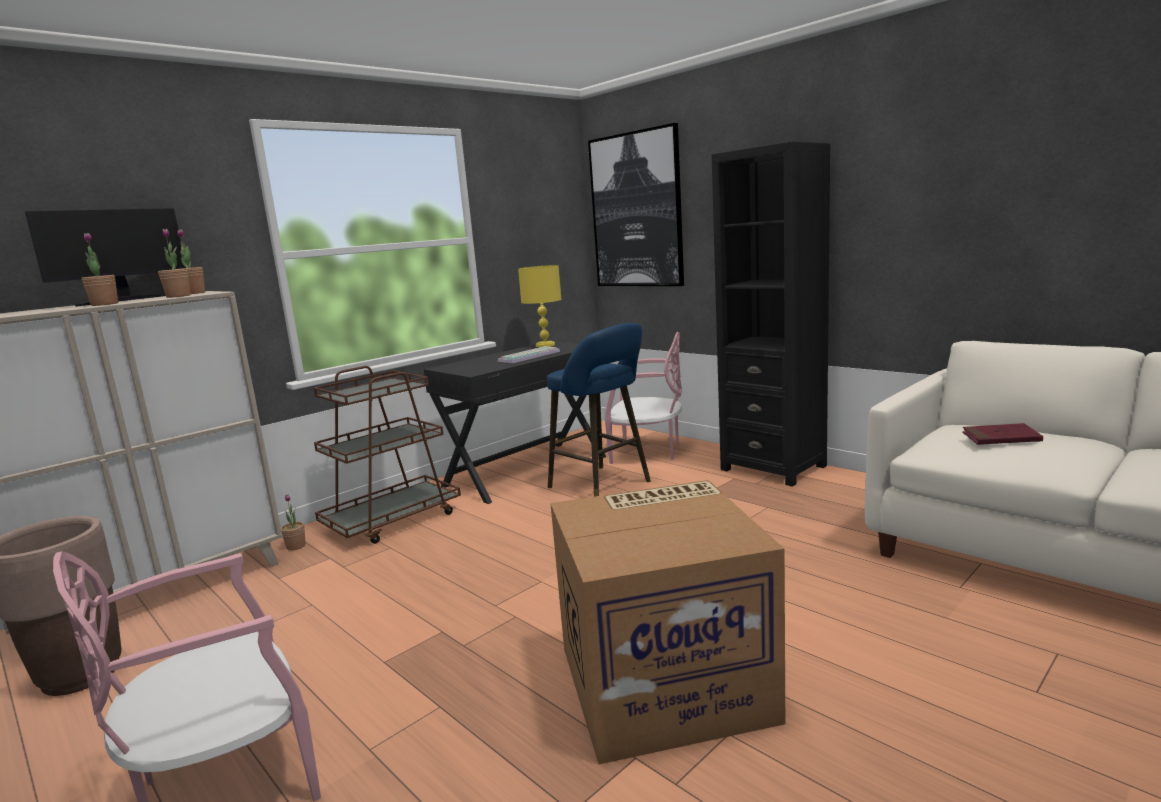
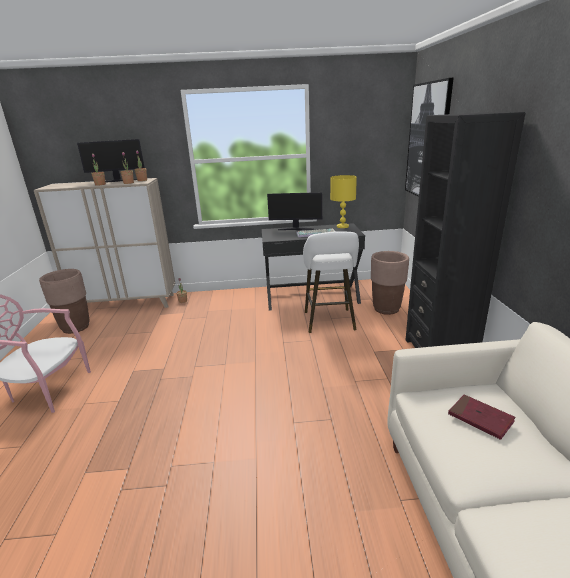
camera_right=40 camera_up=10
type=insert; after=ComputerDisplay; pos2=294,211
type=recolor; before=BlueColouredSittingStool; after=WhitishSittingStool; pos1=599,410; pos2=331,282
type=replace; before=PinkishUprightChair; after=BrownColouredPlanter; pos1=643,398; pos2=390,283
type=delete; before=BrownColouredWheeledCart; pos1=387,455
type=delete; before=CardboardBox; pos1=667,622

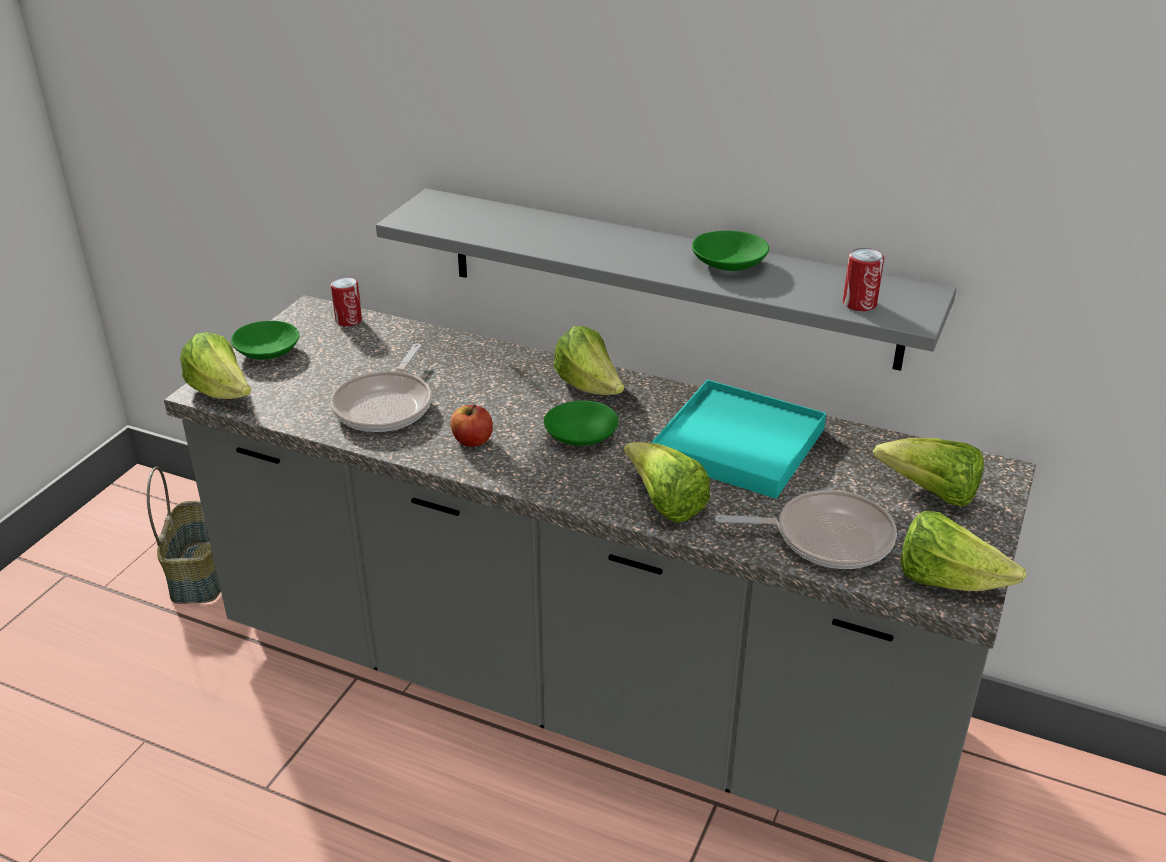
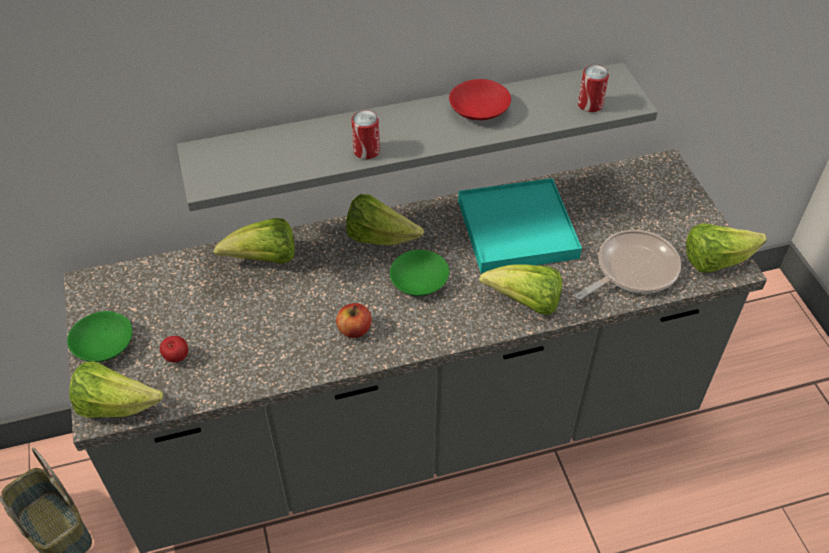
camera_right=-40 camera_up=15
type=insert; after=AppleFruit; pos2=174,349
type=move; before=Lettuce; pos1=928,472; pos2=254,241
type=move; before=MetalCan; pos1=346,302; pos2=365,134
type=recolor; before=GreenColouredDeepDish; after=RedDeepDish; pos1=730,251; pos2=480,99
type=delete; before=Pan; pos1=381,388

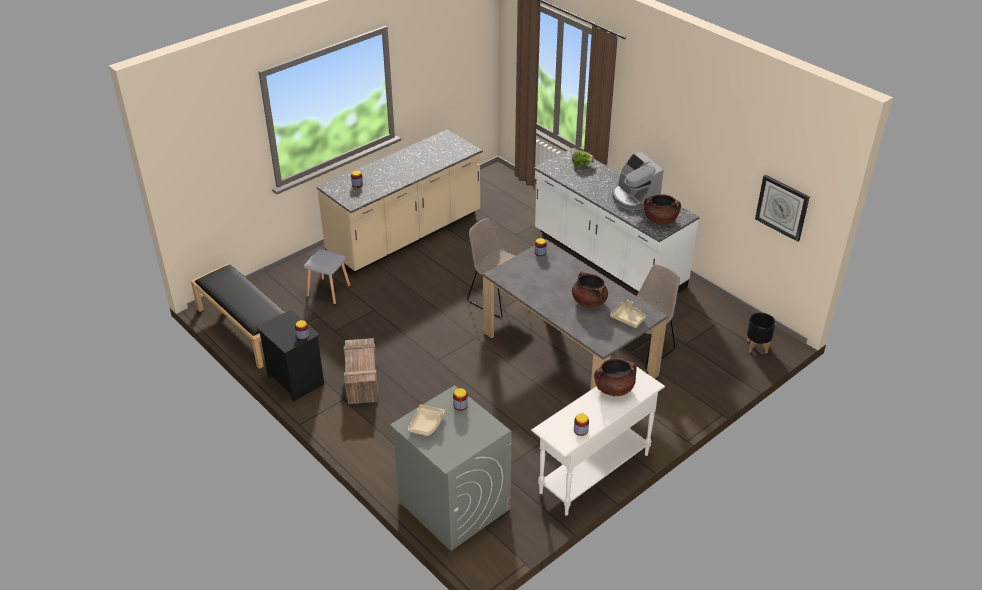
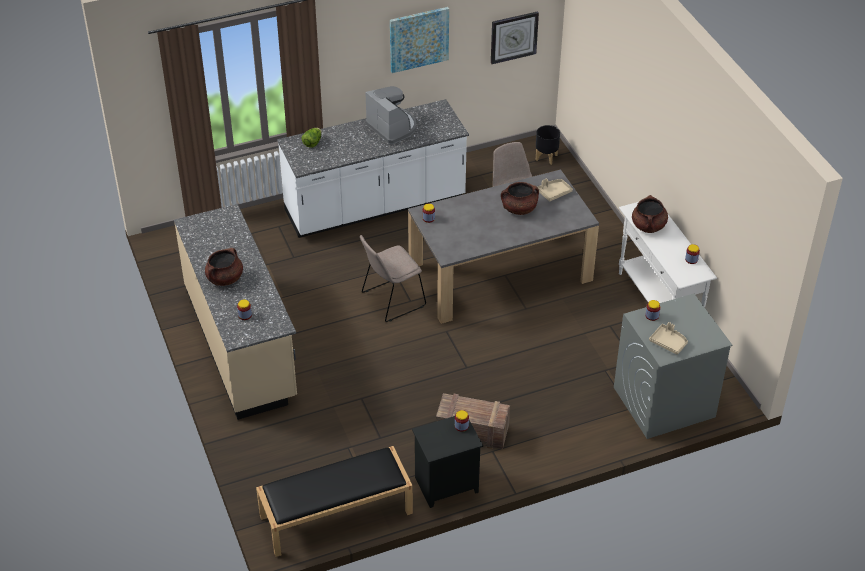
camera_right=-70 camera_up=5
type=move; before=BrownColouredStockpot; pos1=662,209; pos2=224,267
type=rotate; before=CoffeeMaker; pos1=637,181; pos2=391,115; turn=-120
type=insert; after=Picture; pos2=419,40
type=delete; before=GraySittingStool; pos1=327,277

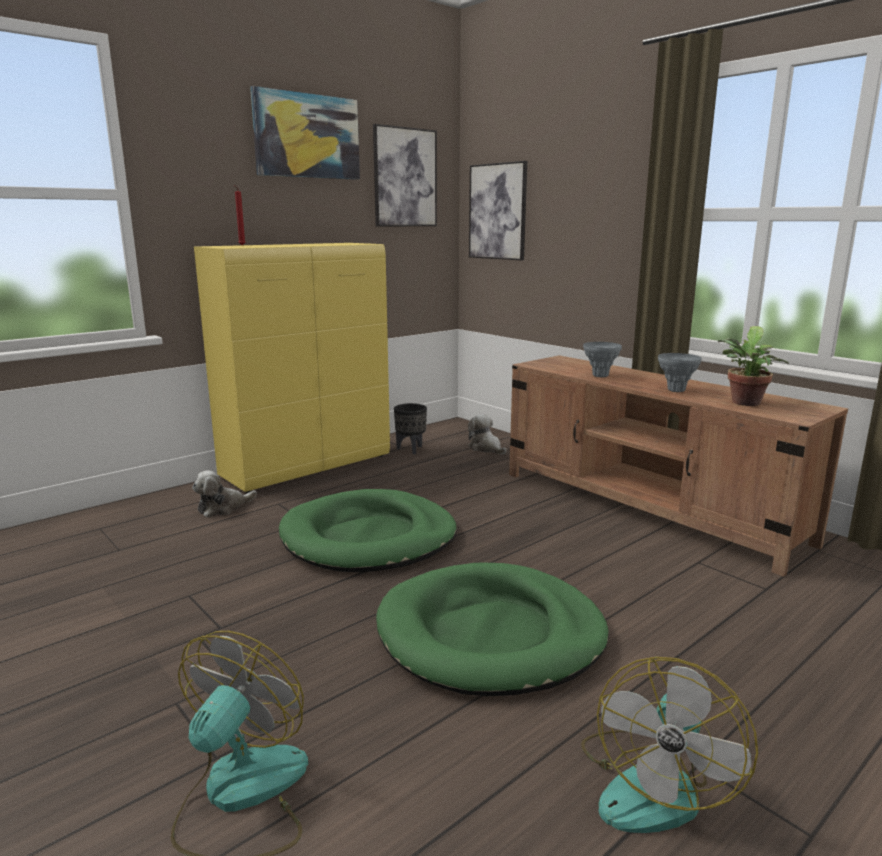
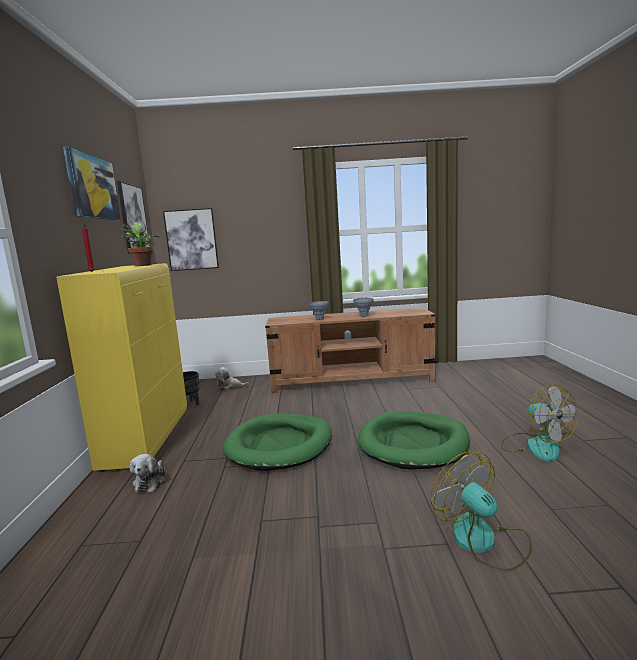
camera_right=-50 camera_up=-5
type=move; before=PottedPlant; pos1=753,366; pos2=139,244

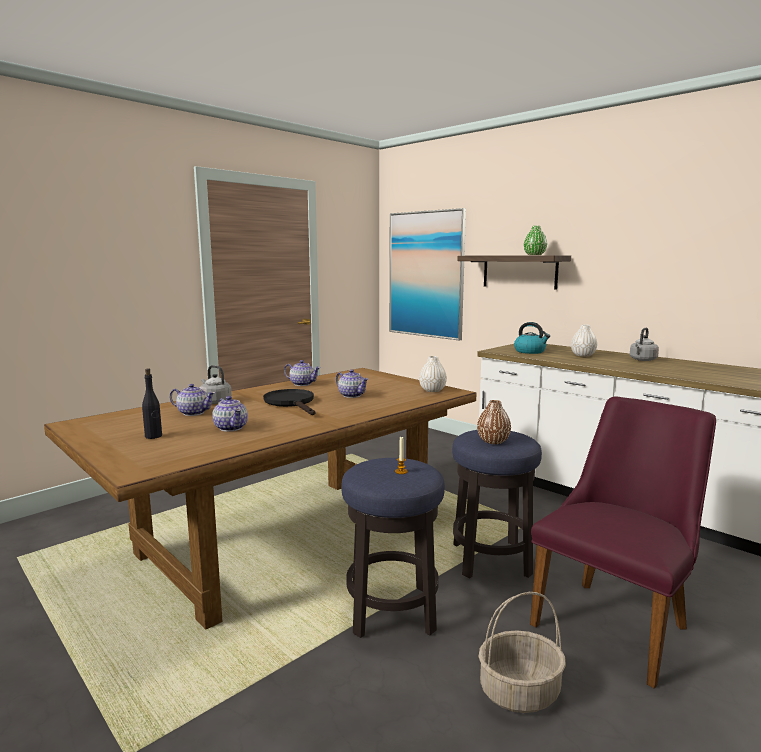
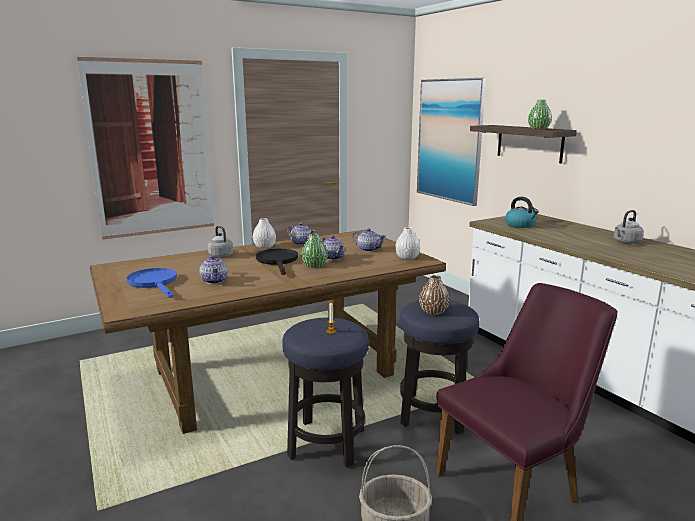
camera_right=15 camera_up=5
type=insert; after=Picture; pos2=145,148
type=replace; before=BlackishBottle; after=BlueColouredPan; pos1=152,403; pos2=151,283
type=move; before=WhitishVase; pos1=584,340; pos2=264,233
type=insert; after=GreenColouredVase; pos2=314,250
type=move; before=TeaPot; pos1=192,400; pos2=369,240

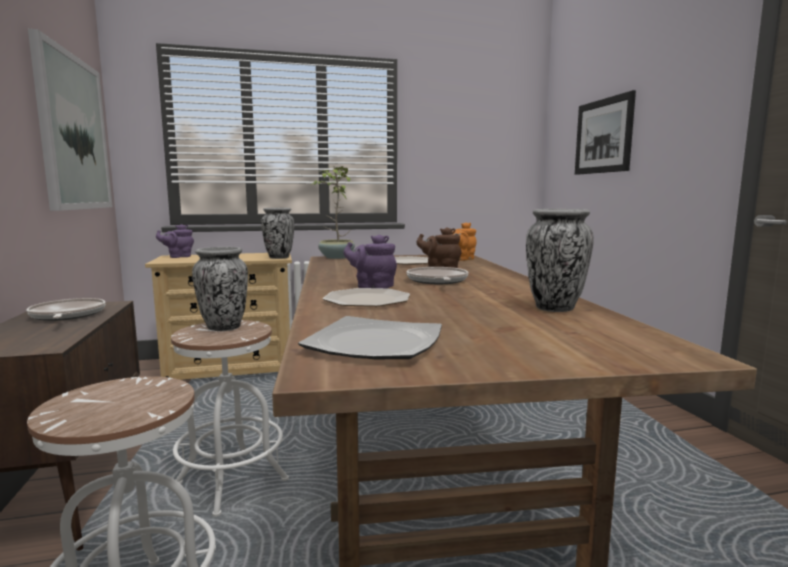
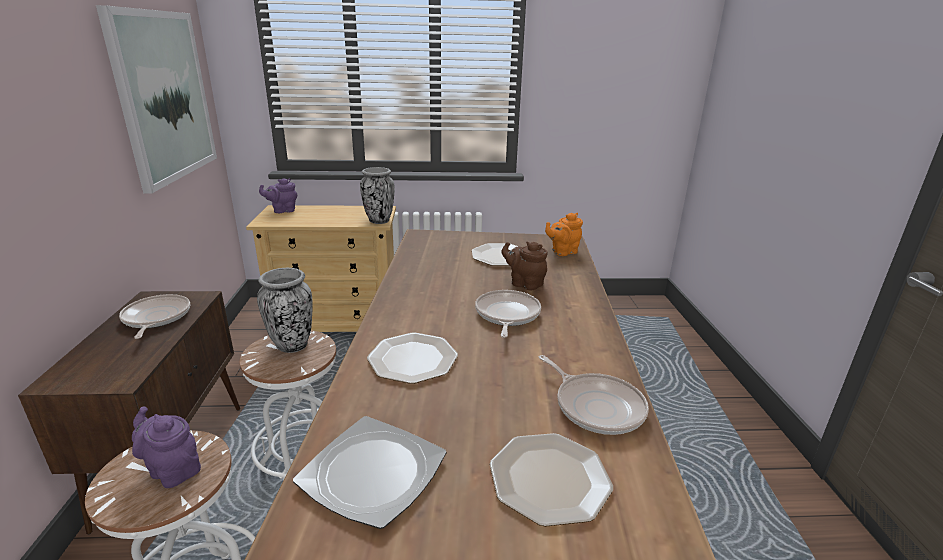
camera_right=10 camera_up=15
type=move; before=PurpleColouredTeaPot; pos1=370,261; pos2=166,447
type=insert; after=FlatDish; pos2=551,480
type=replace; before=Vase; after=Pan; pos1=560,260; pos2=594,395
type=delete; before=PottedPlant; pos1=333,212
type=delete; before=Picture; pos1=605,132

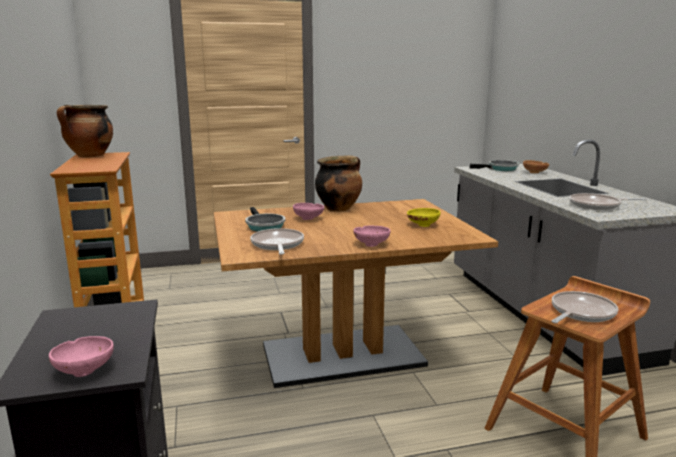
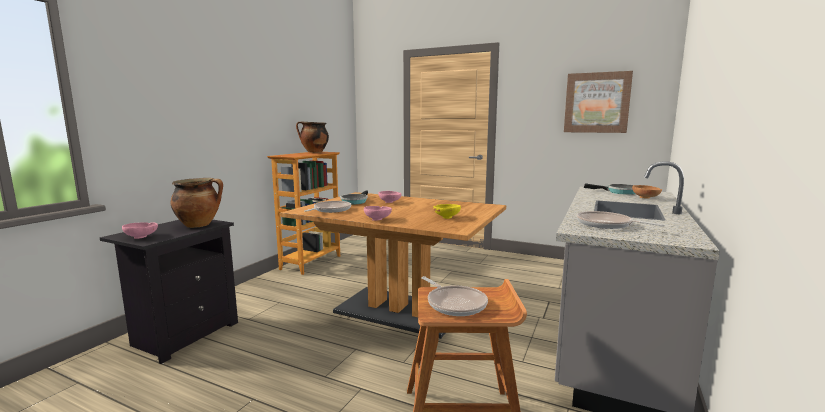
camera_right=40 camera_up=-5
type=move; before=Stockpot; pos1=338,183; pos2=196,203
type=rotate; before=Pan; pos1=584,307; pos2=454,296; turn=60
type=insert; after=Picture; pos2=598,102

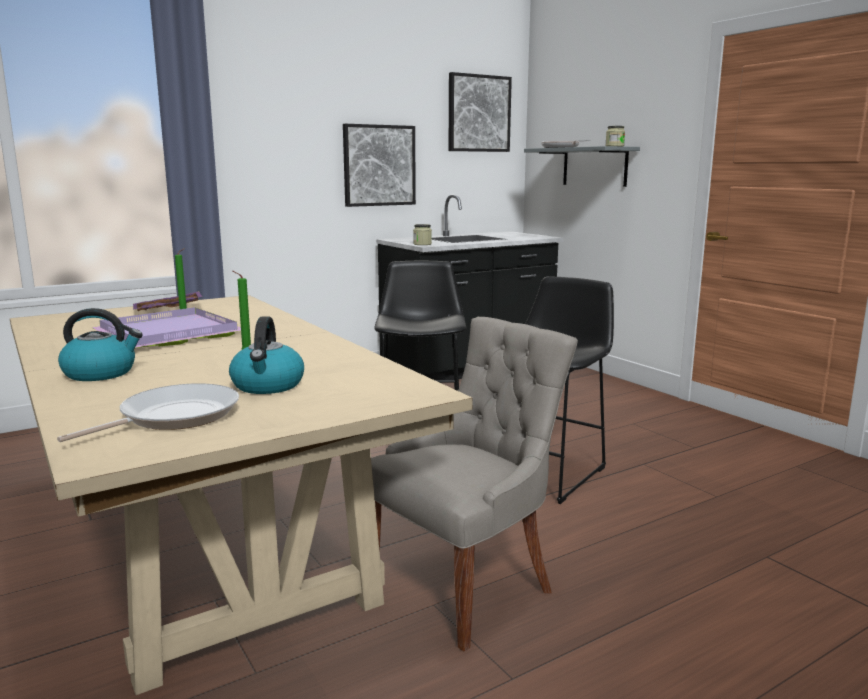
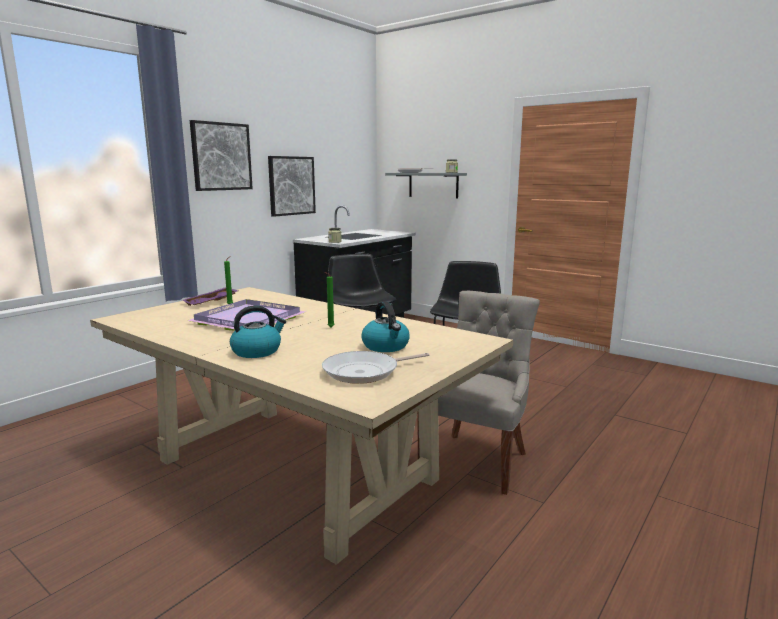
camera_right=-20 camera_up=0
type=move; before=Picture; pos1=480,112; pos2=221,155
type=rotate; before=Pan; pos1=148,412; pos2=375,367; turn=-135

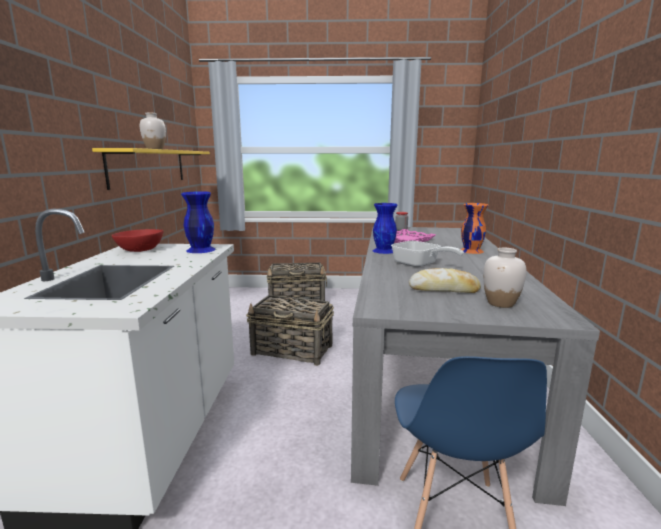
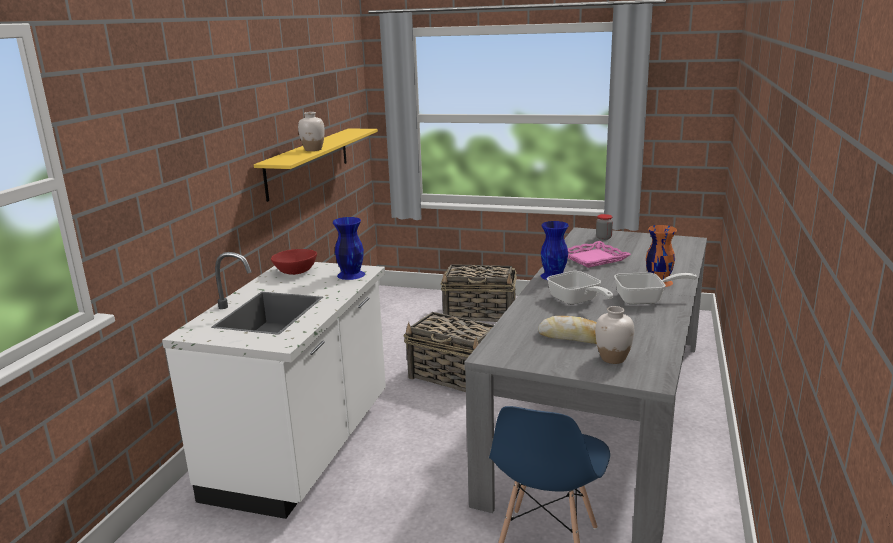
camera_right=15 camera_up=5
type=insert; after=Pan; pos2=655,288

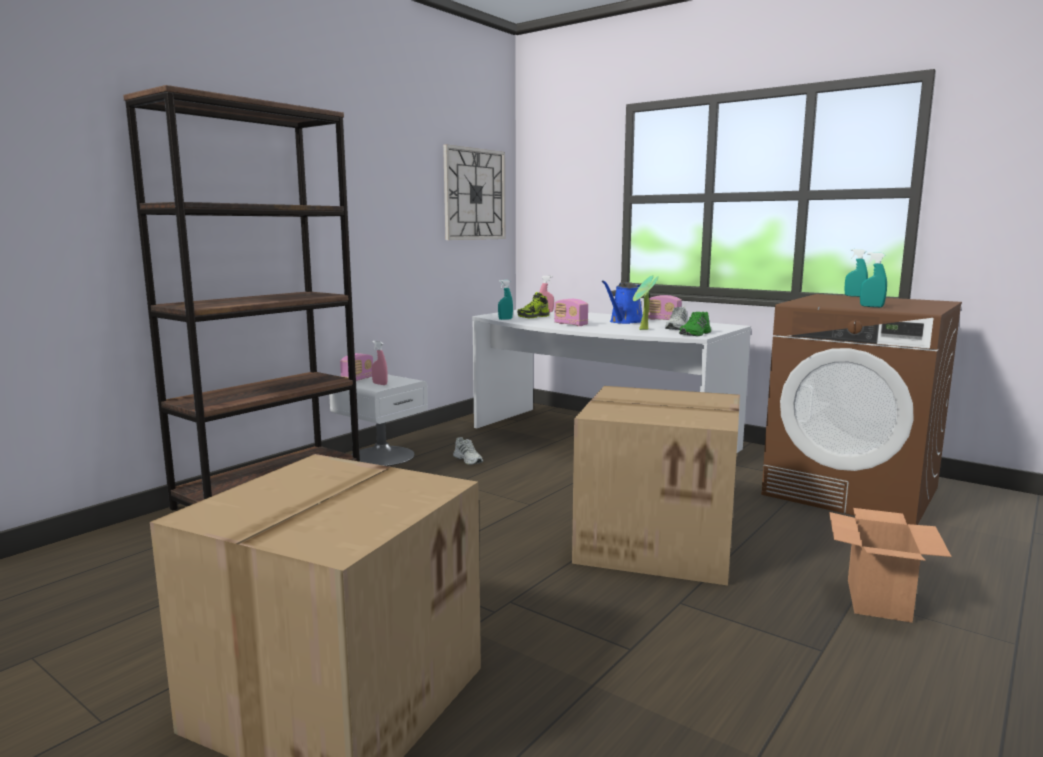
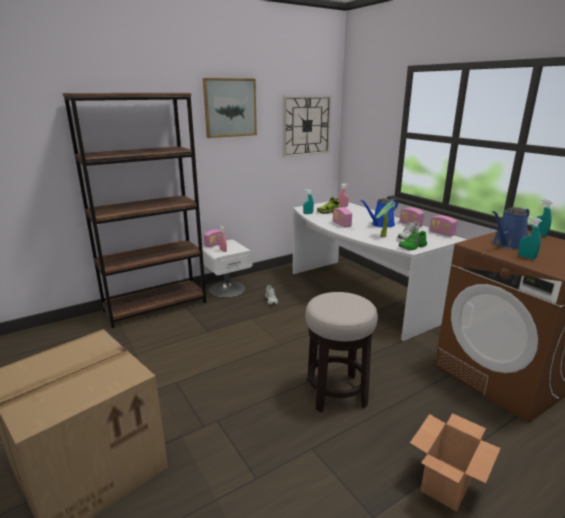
camera_right=20 camera_up=10
type=insert; after=Picture; pos2=230,108
type=replace; before=CardboardBox; after=SittingStool; pos1=656,485; pos2=341,352
type=insert; after=Radio; pos2=443,226
type=insert; after=BlueColouredWateringCan; pos2=511,228

